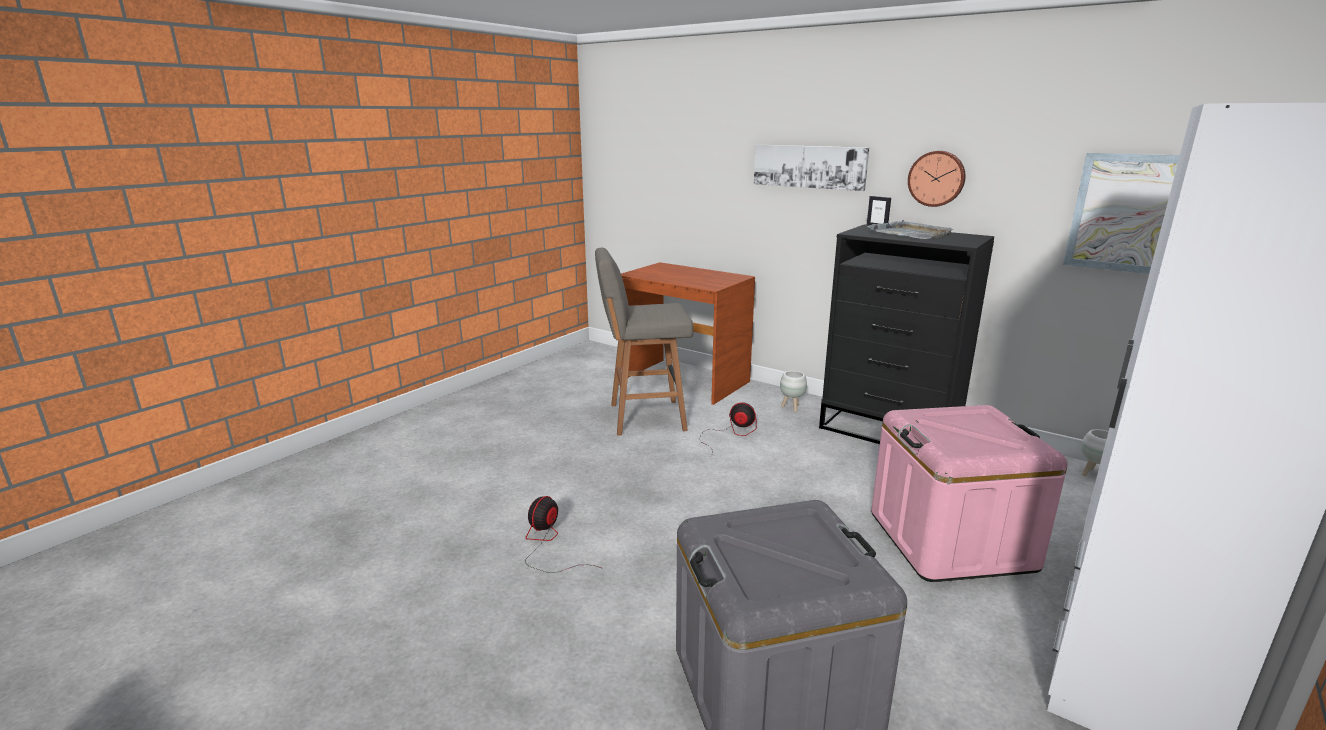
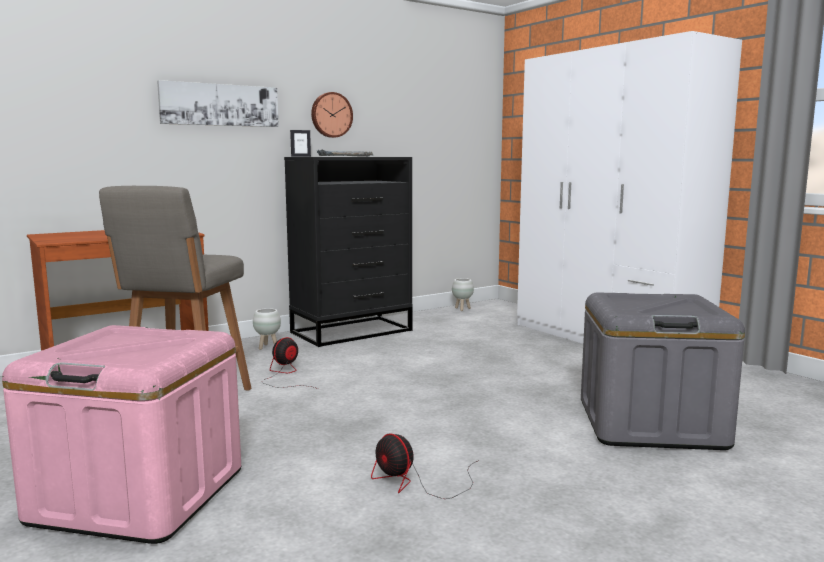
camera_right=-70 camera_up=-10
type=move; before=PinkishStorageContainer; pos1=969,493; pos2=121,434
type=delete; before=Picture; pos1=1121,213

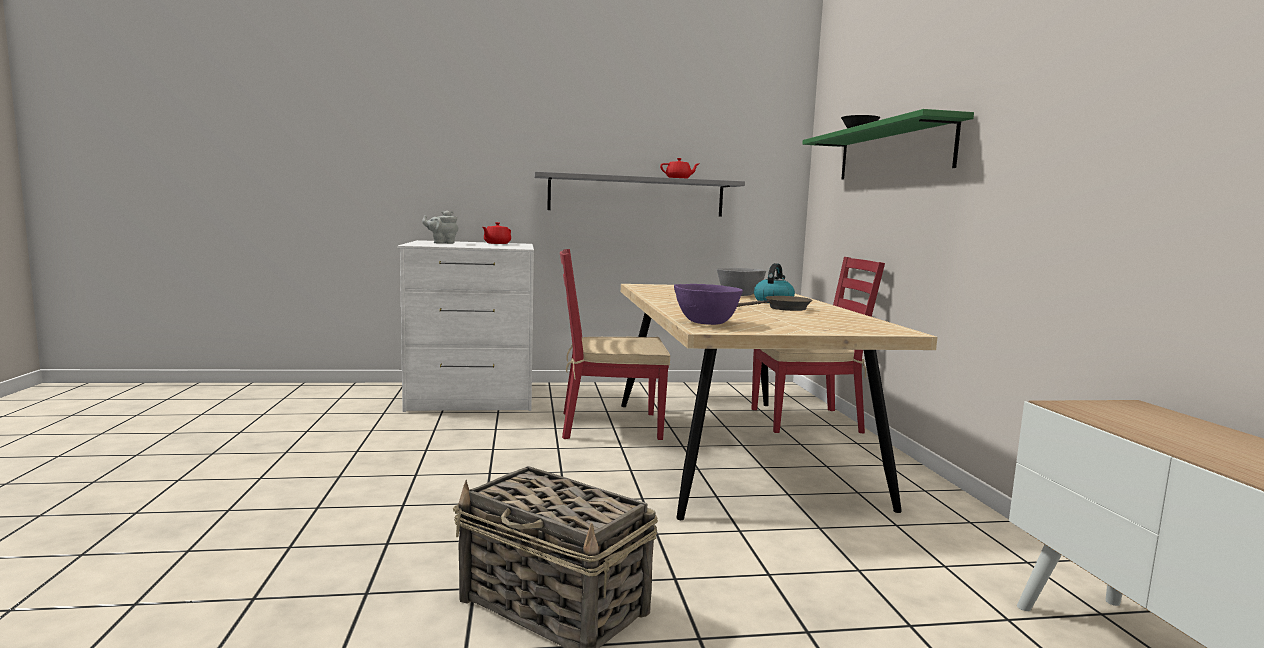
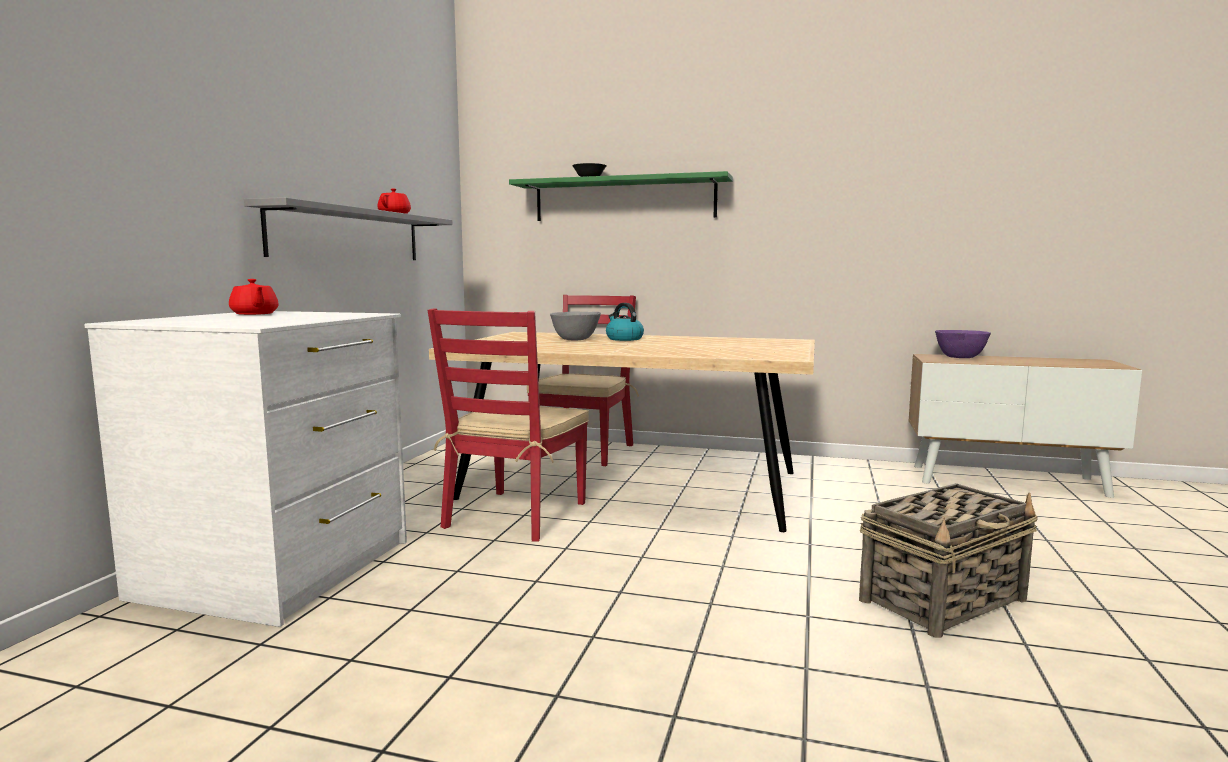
camera_right=-65 camera_up=0
type=move; before=PurpleColouredDeepDish; pos1=708,304; pos2=963,344
type=delete; before=GrayTeaPot; pos1=440,227
type=delete; before=BrownColouredPan; pos1=775,303

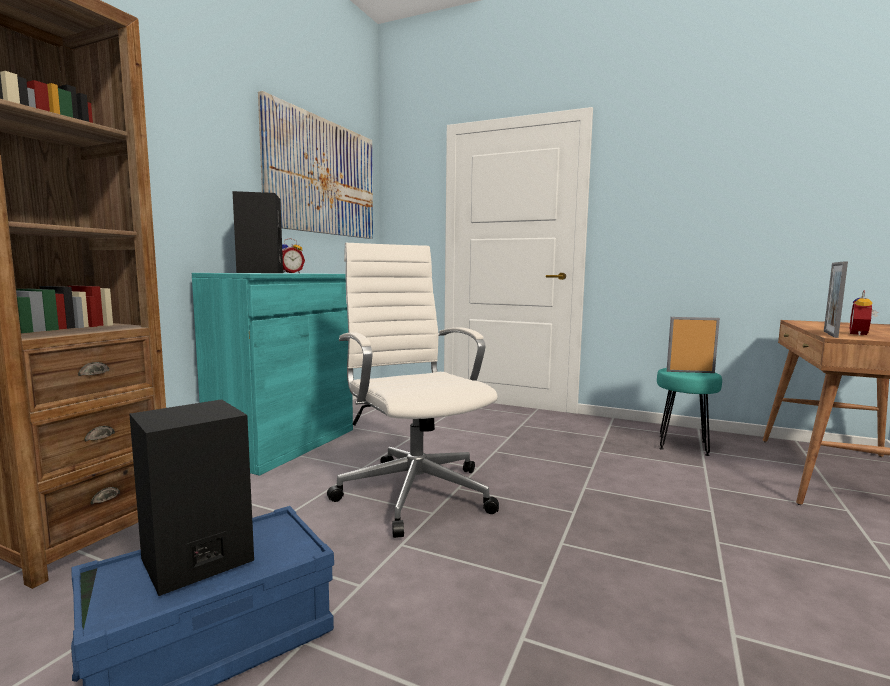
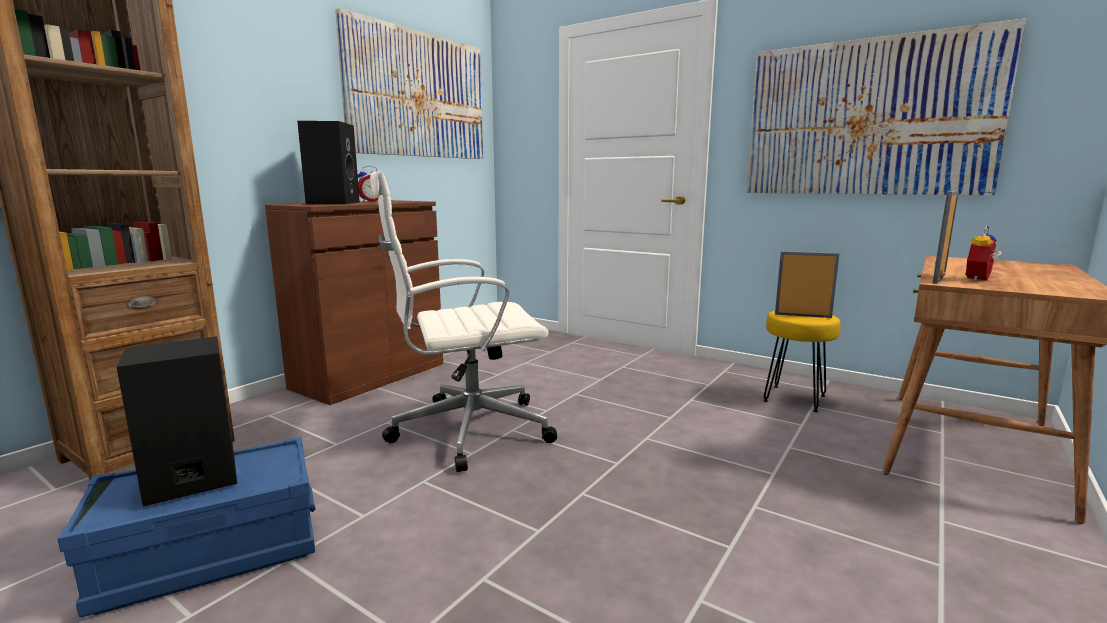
camera_right=10 camera_up=5
type=recolor; before=TurquoiseColouredCupboard; after=BrownColouredCupboard; pos1=272,374; pos2=354,302
type=rotate; before=WhitishOfficeChair; pos1=413,390; pos2=463,321; turn=-90
type=insert; after=Picture; pos2=886,107
type=recolor; before=TurquoiseColouredSittingStool; after=YellowishSittingStool; pos1=689,412; pos2=802,361

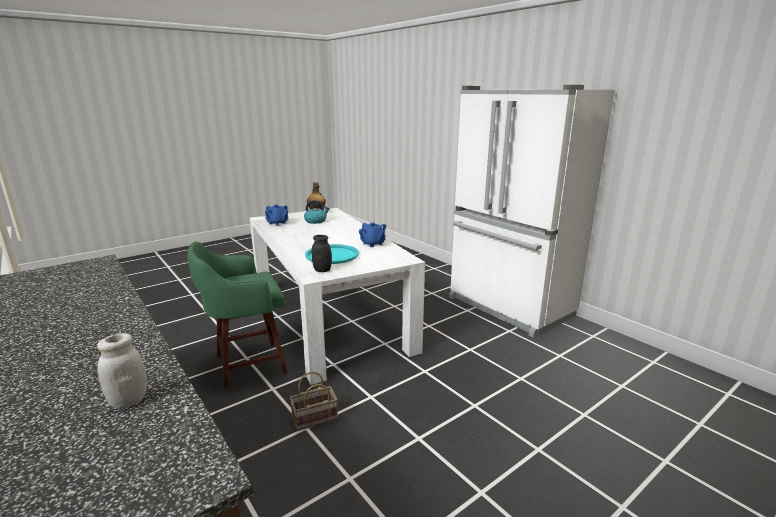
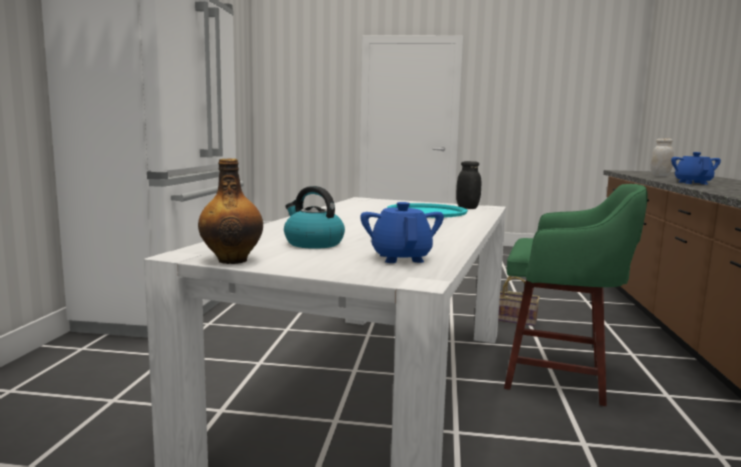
camera_right=-135 camera_up=-10
type=move; before=BlueColouredTeaPot; pos1=372,234; pos2=696,168

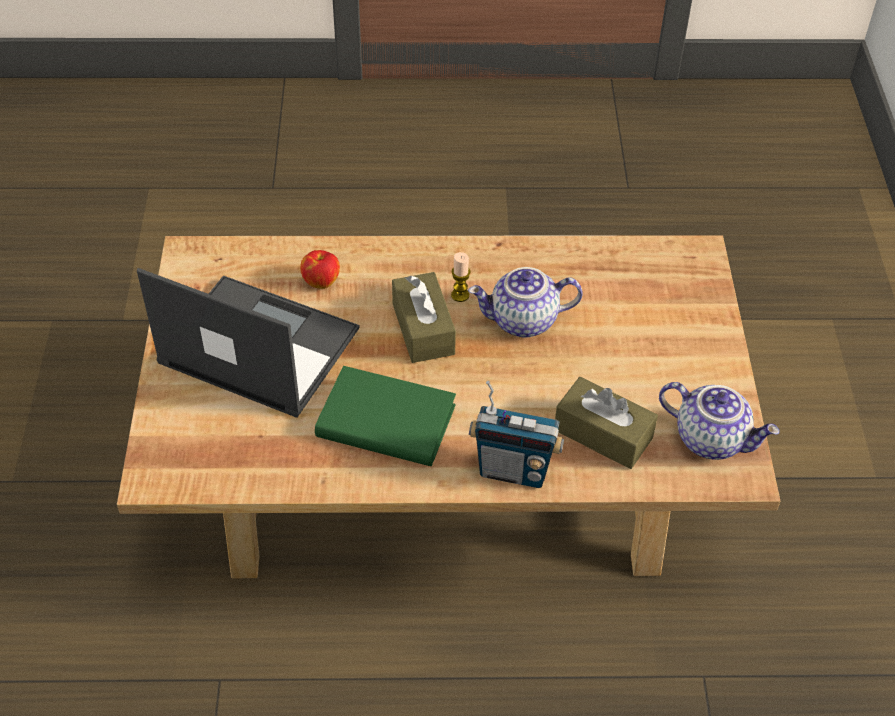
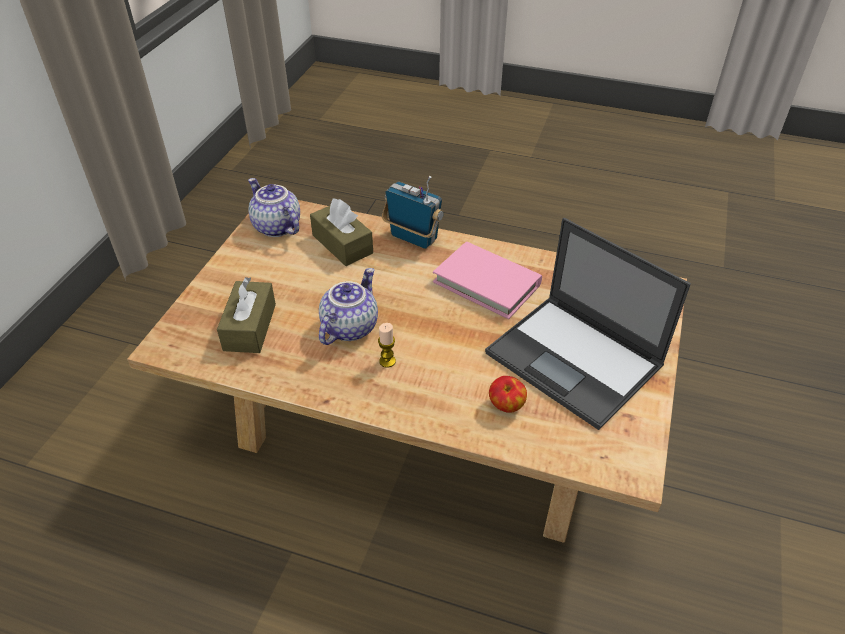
camera_right=-160 camera_up=-5
type=move; before=BrownColouredTissueBox; pos1=424,317; pos2=246,315
type=rotate; before=TeaPot; pos1=525,302; pos2=348,306; turn=-75
type=recolor; before=GreenColouredBoundBook; after=PinkishBoundBook; pos1=385,416; pos2=487,280

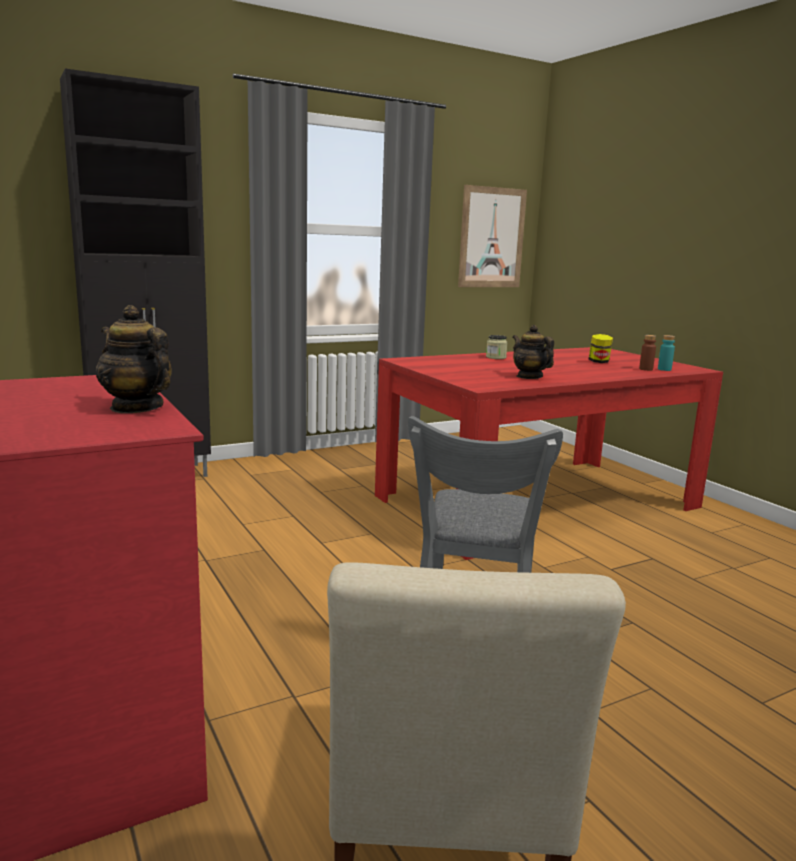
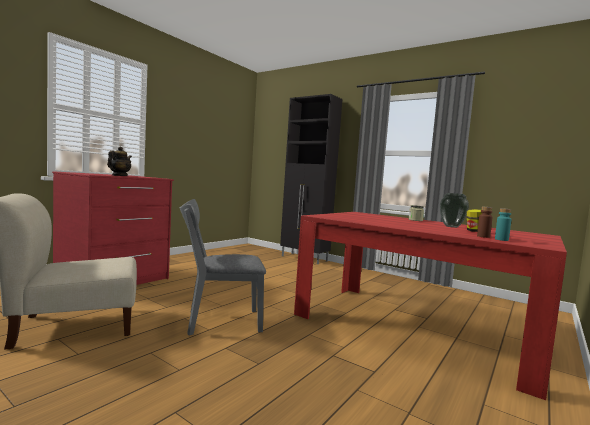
camera_right=65 camera_up=-10
type=insert; after=Vase; pos2=454,210
type=delete; before=Picture; pos1=492,236
type=delete; before=TeaPot; pos1=533,352

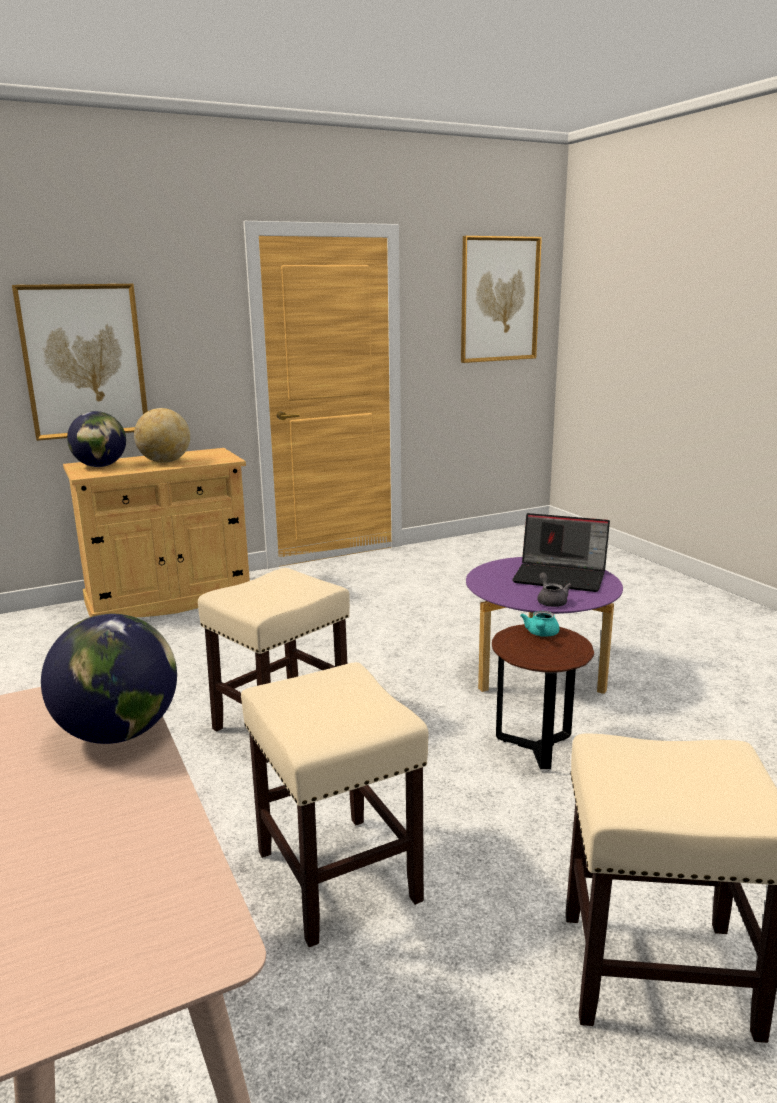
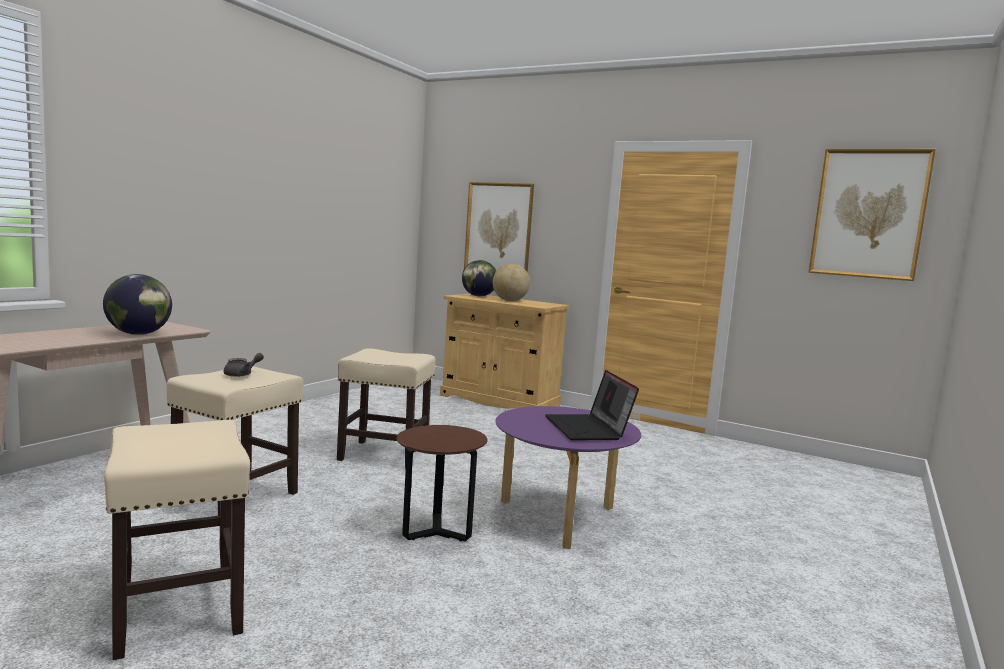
camera_right=55 camera_up=-10
type=move; before=GrayTeaPot; pos1=554,589; pos2=243,365
type=delete; before=TurquoiseColouredTeaPot; pos1=539,624

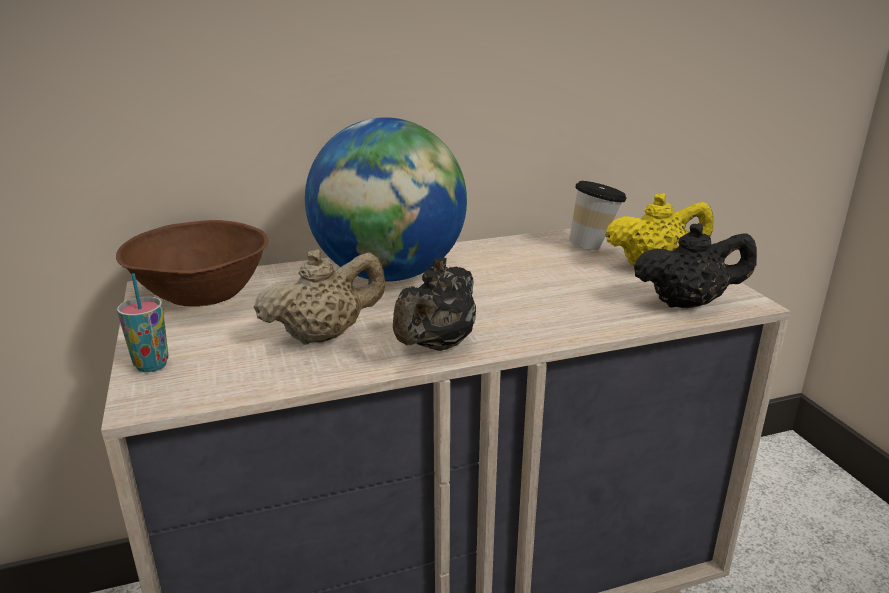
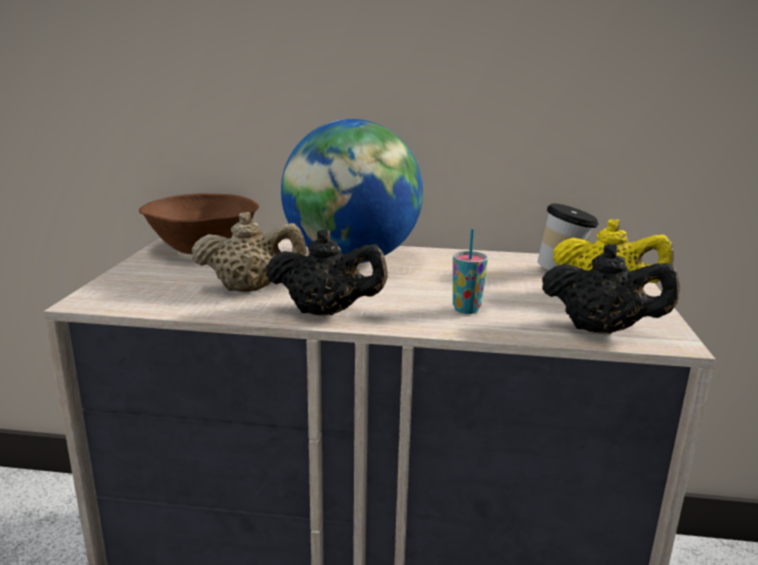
camera_right=25 camera_up=-5
type=rotate; before=BlackishTeaPot; pos1=434,304; pos2=327,272; turn=-135
type=move; before=SmallCup; pos1=143,323; pos2=470,271

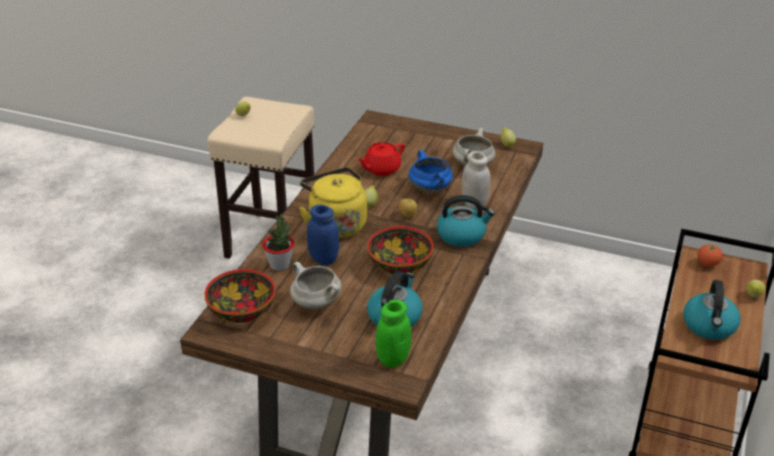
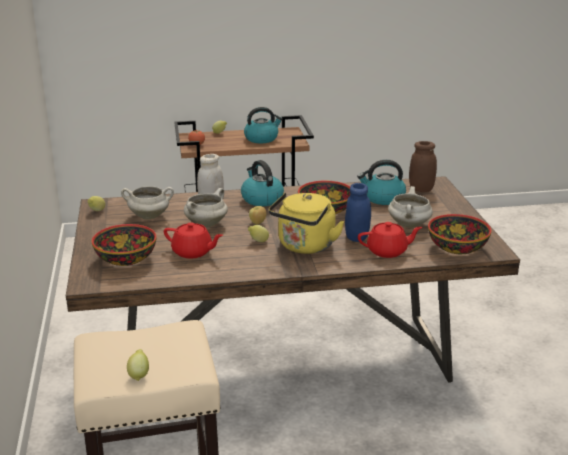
camera_right=-120 camera_up=-10
type=insert; after=DeepDish; pos2=124,245
type=recolor; before=BlueColouredStockpot; after=WhitishStockpot; pos1=431,171; pos2=206,207
type=replace; before=PottedPlant; after=RedTeaPot; pos1=278,242; pos2=390,240
type=recolor; before=GreenColouredStorageJar; after=BrownColouredStorageJar; pos1=393,333; pos2=423,166

